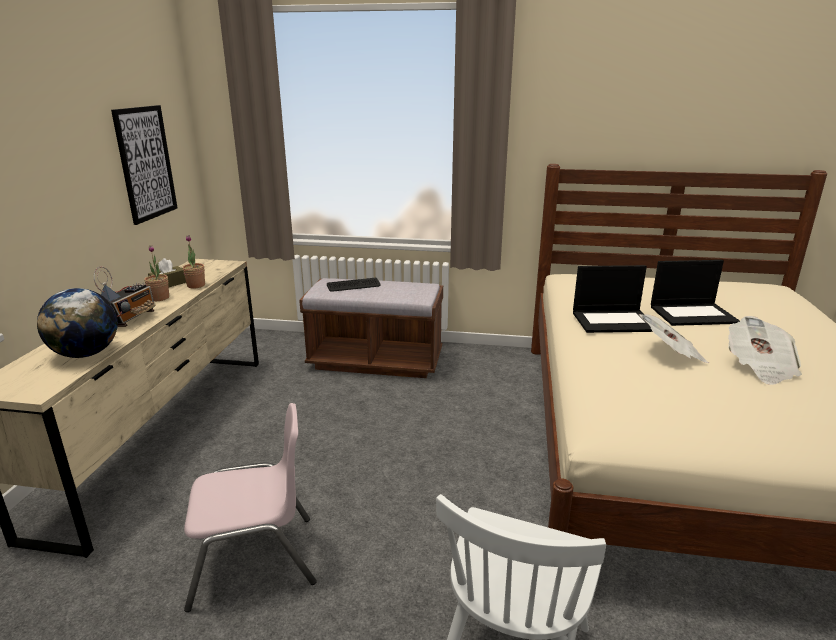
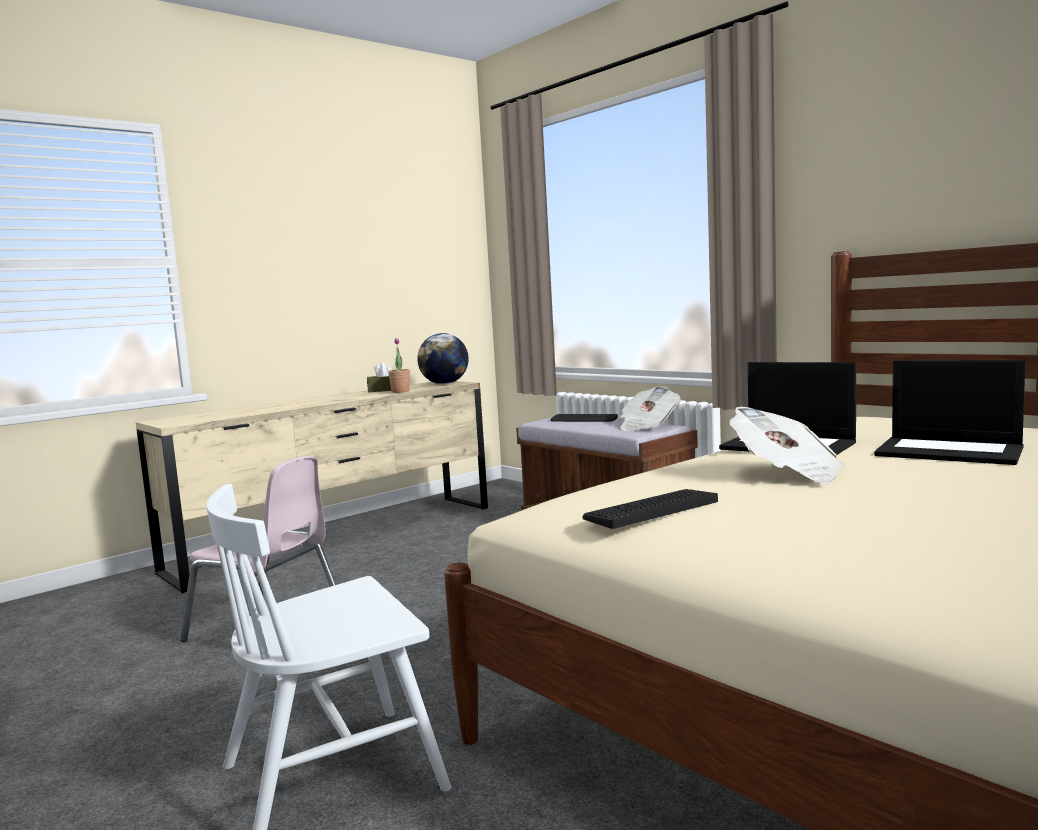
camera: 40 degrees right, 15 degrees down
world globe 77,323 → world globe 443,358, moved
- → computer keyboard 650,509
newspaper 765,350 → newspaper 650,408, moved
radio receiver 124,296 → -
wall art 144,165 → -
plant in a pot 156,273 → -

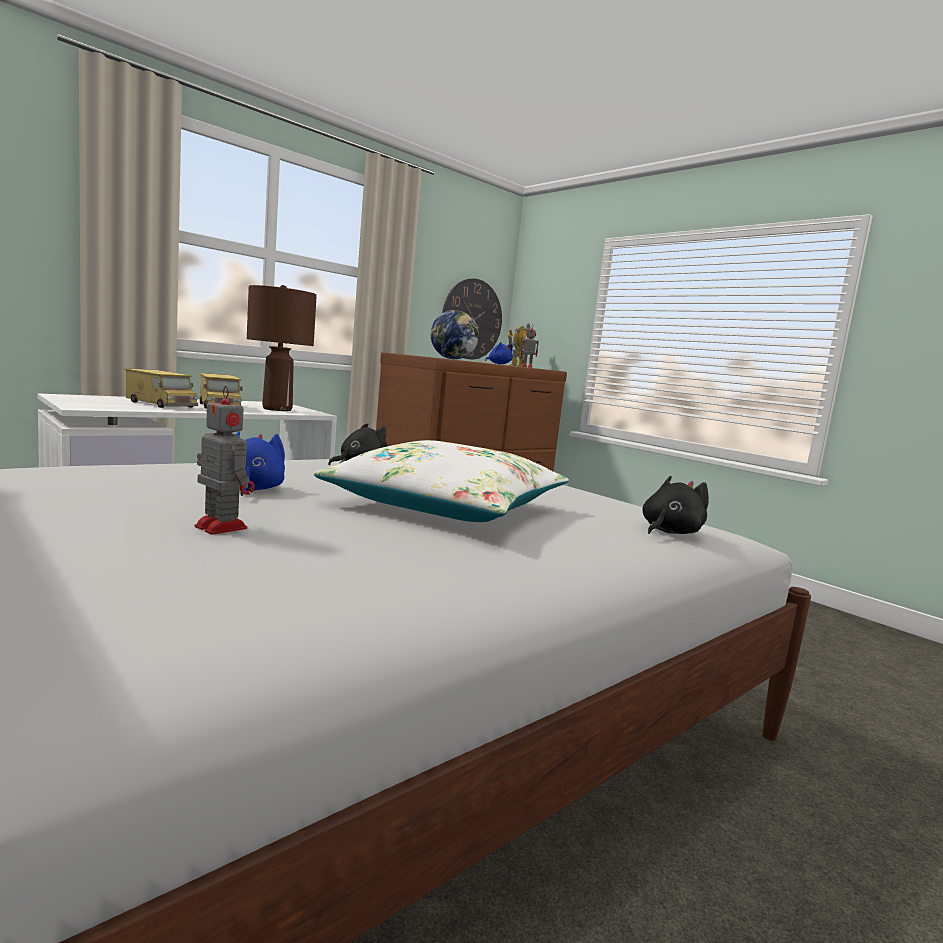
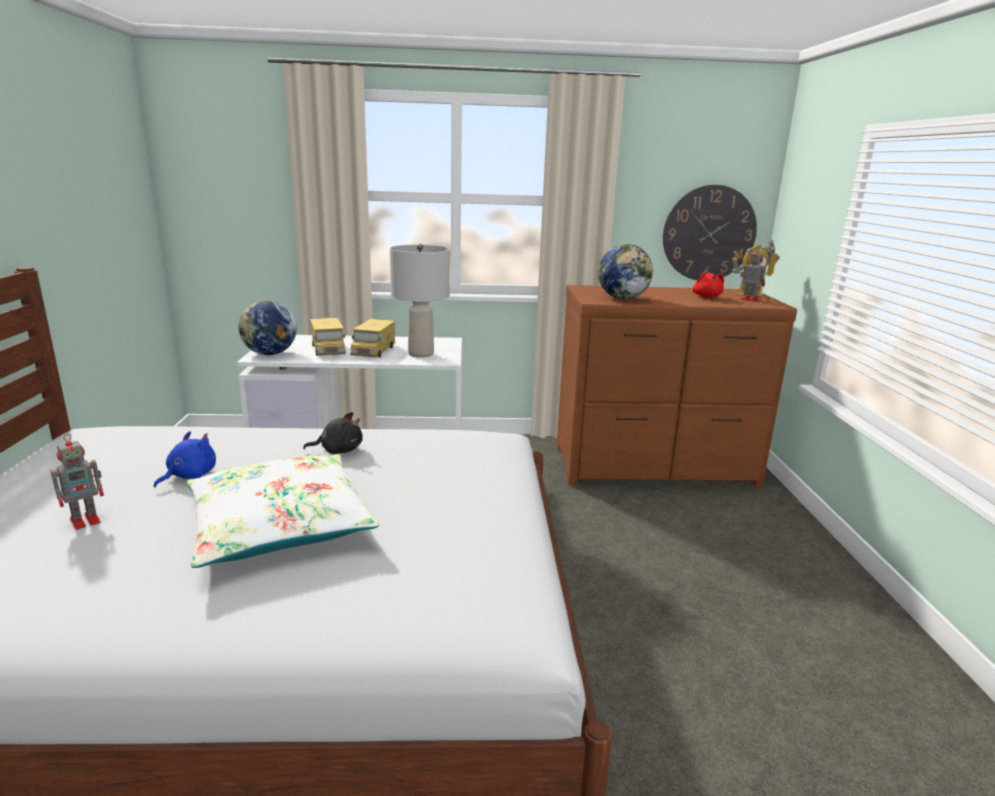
camera: 40 degrees right, 10 degrees up
toy robot 225,460 → toy robot 77,482, 60 degrees clockwise
- → world globe 267,327
lamp for a table (brownish) 282,348 → lamp for a table (grey) 420,301
plush toy (blue) 499,353 → plush toy (red-coloured) 708,284
plush toy (black) 675,505 → -

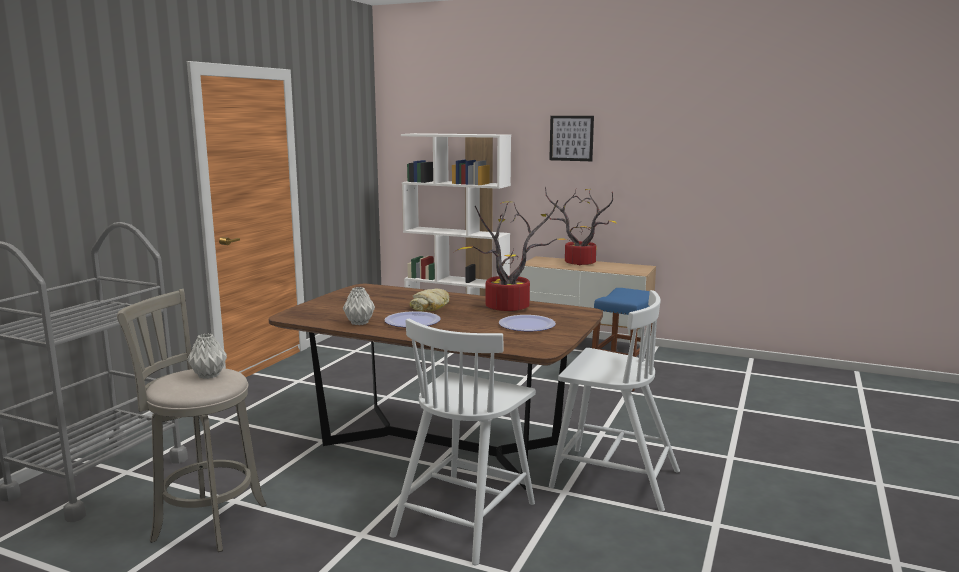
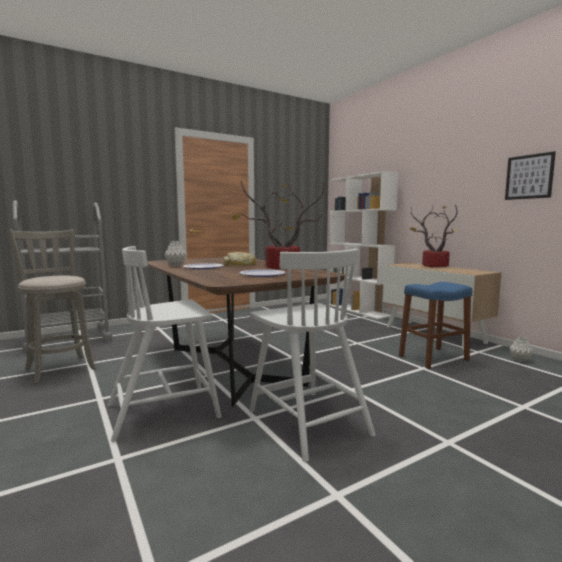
camera: 35 degrees right, 5 degrees down
wall art 571,138 → wall art 530,175, moved
flower vase (grey) 207,356 → flower vase (grey) 522,349, moved

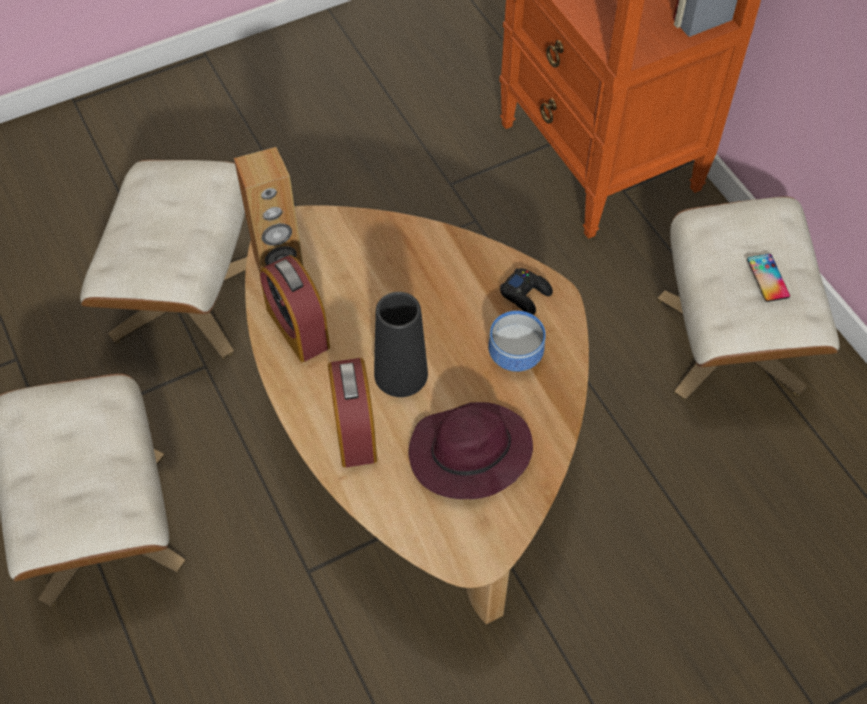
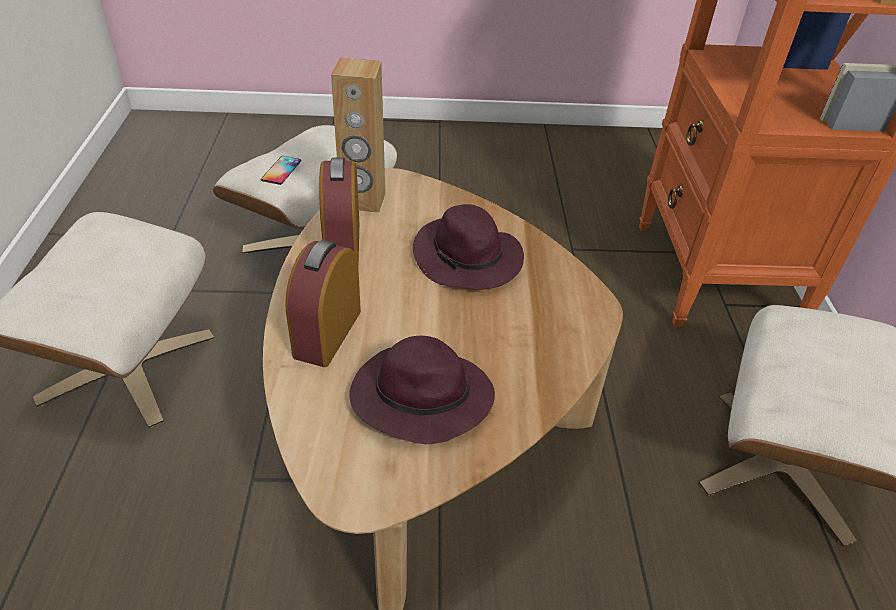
camera: 25 degrees right, 15 degrees down
phone 768,278 → phone 281,170, moved
- → wearable hat (purple) 468,247
flower vase (black) 401,344 → -
serving bowl 517,341 → -
joypad (black) 526,291 → -

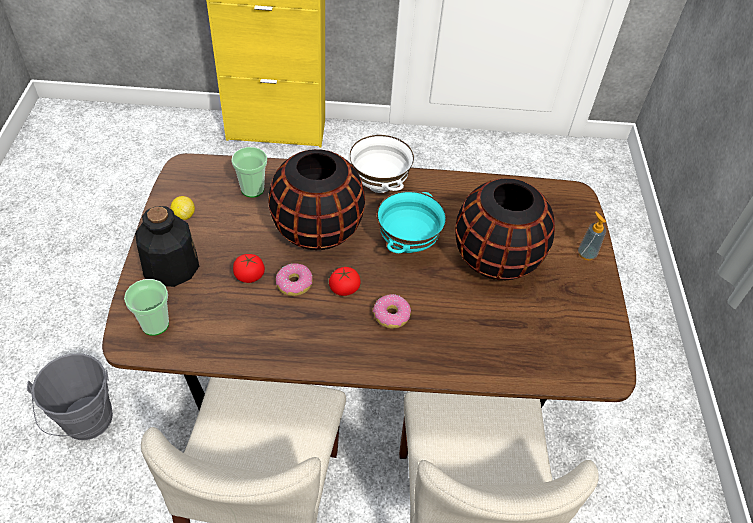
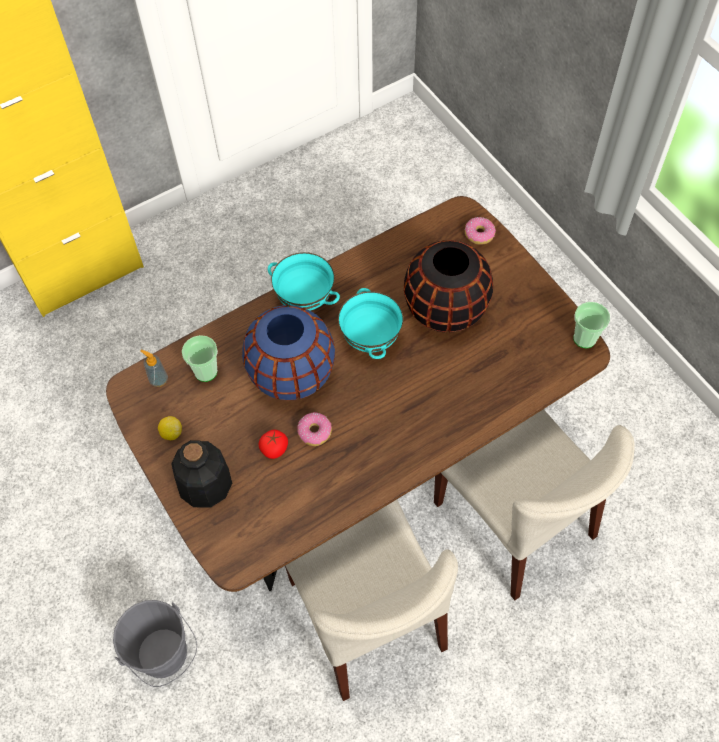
camera: 30 degrees left, 10 degrees up
liquid soap bottle 592,236 → liquid soap bottle 154,368, moved
flower vase (black) 317,199 → flower vase (blue) 288,352
serving bowl (white-coloured) 382,164 → serving bowl (turquoise) 304,281
donut 392,311 → donut 480,231, moved
drinking cup 146,307 → drinking cup 591,325, moved
fresh tomato 345,281 → -

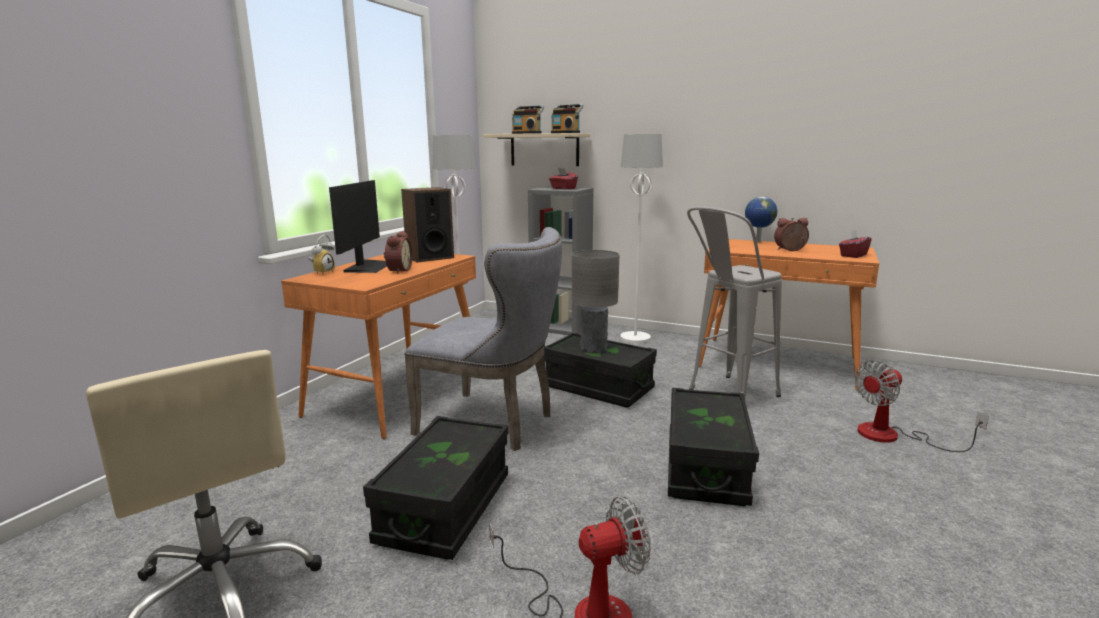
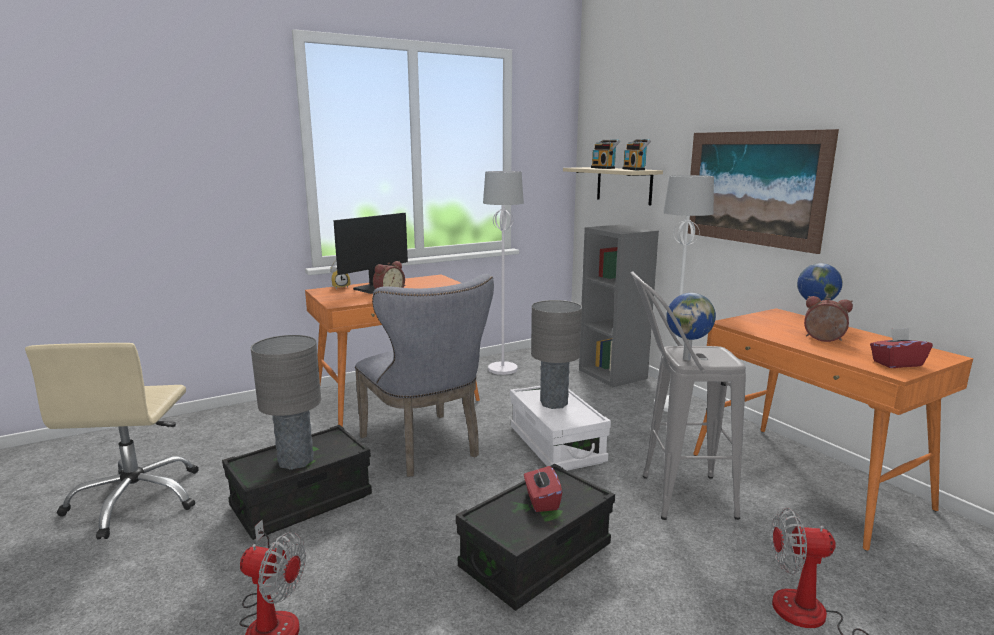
camera: 35 degrees right, 0 degrees up
- → lamp for a table (grey) 286,402
storage container (black) 601,370 → storage container (white-coloured) 560,428
tissue holder (red-coloured) 563,179 → tissue holder (red-coloured) 543,488, moved
- → world globe 691,326
- → wall art 763,191
loudspeaker 427,225 → -

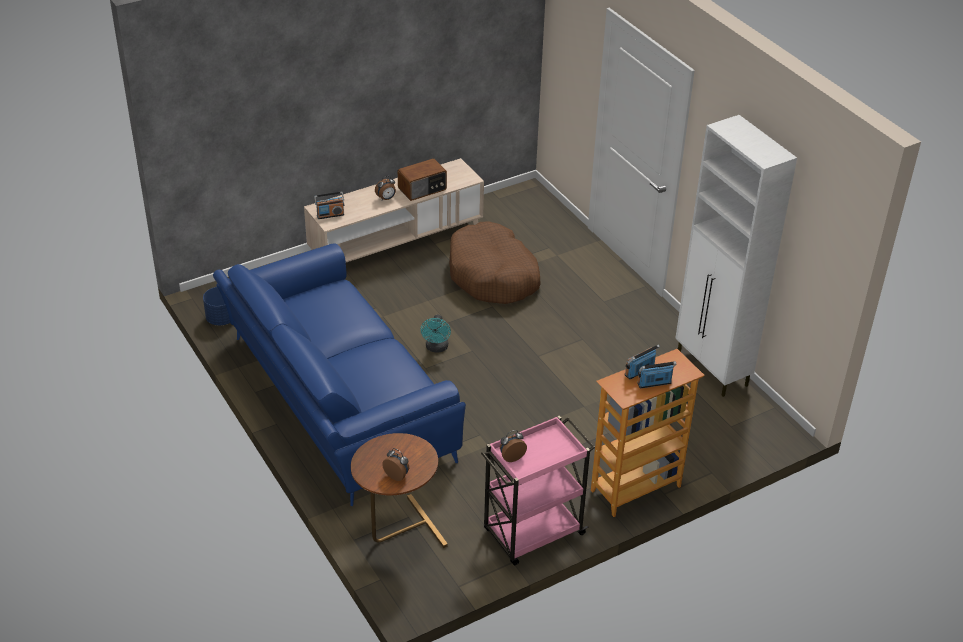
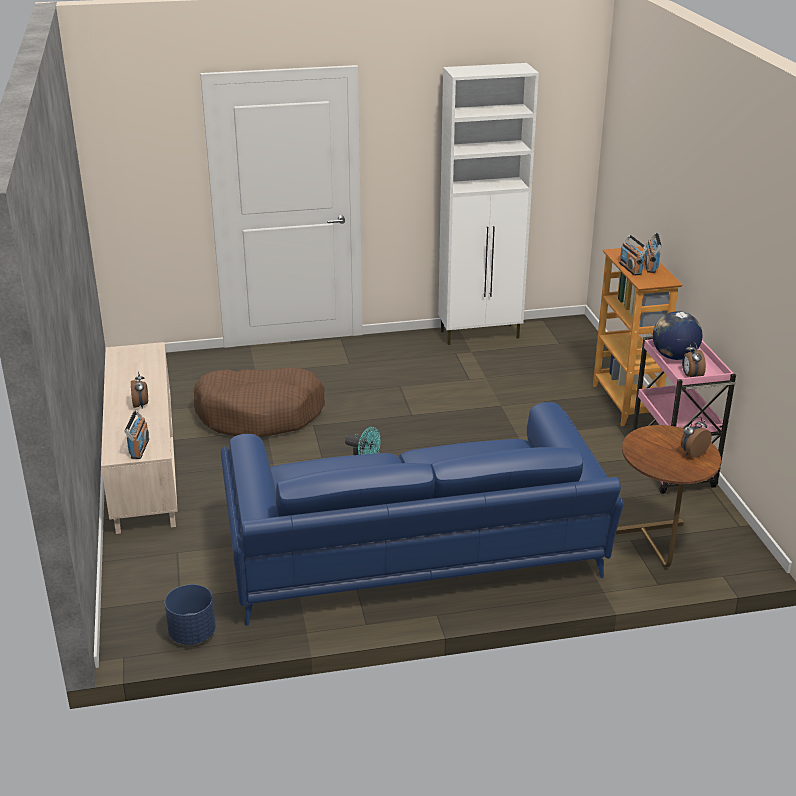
camera: 70 degrees left, 10 degrees down
- → world globe 678,335
radio receiver 422,179 → -

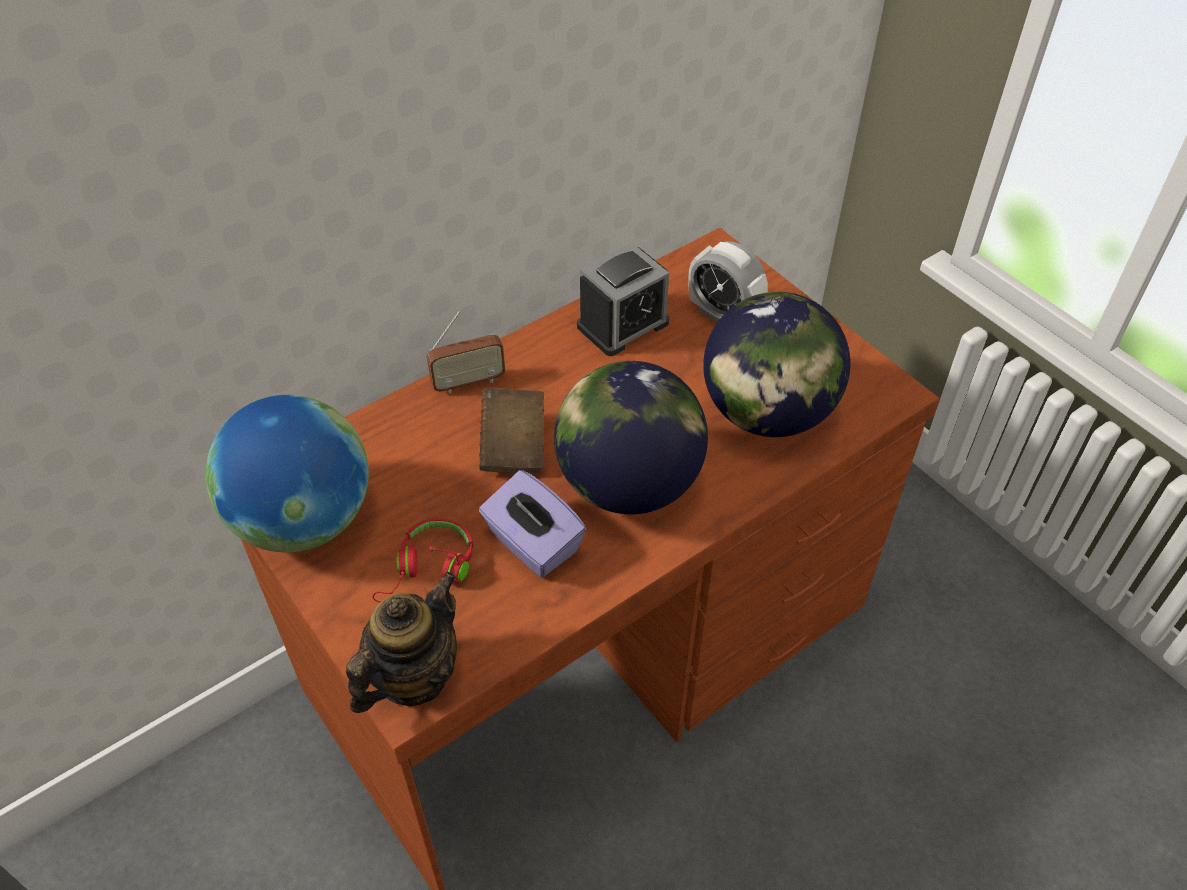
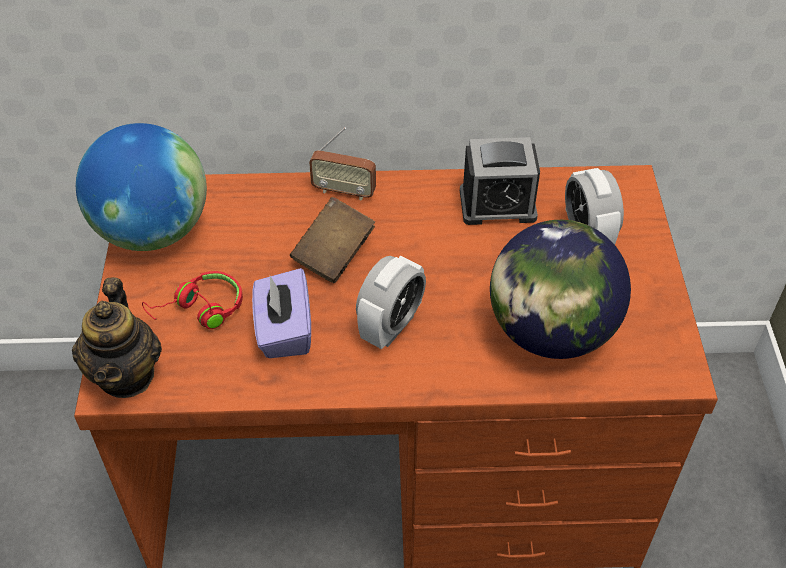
camera: 35 degrees right, 0 degrees up
teapot 401,642 → teapot 117,337, 105 degrees clockwise
world globe 631,437 → alarm clock 391,302

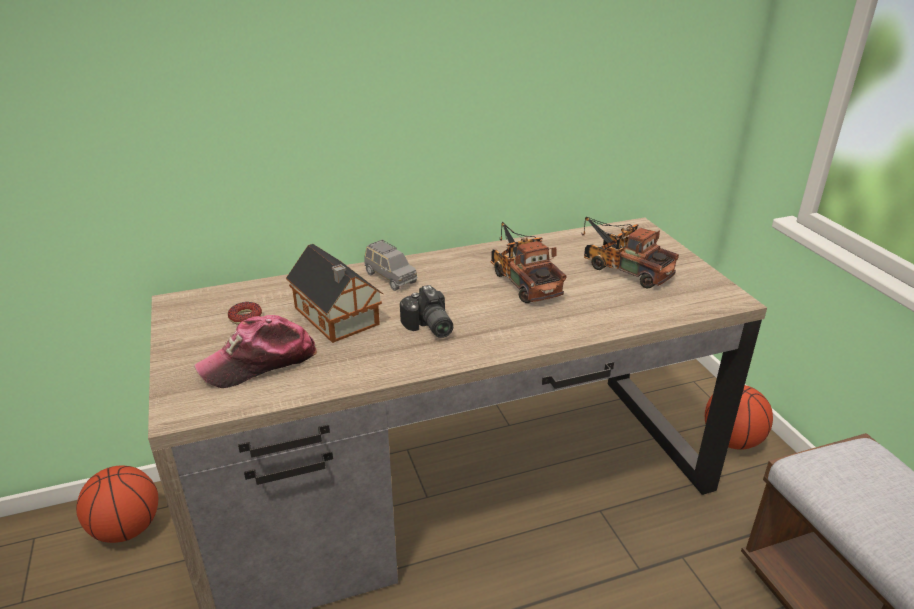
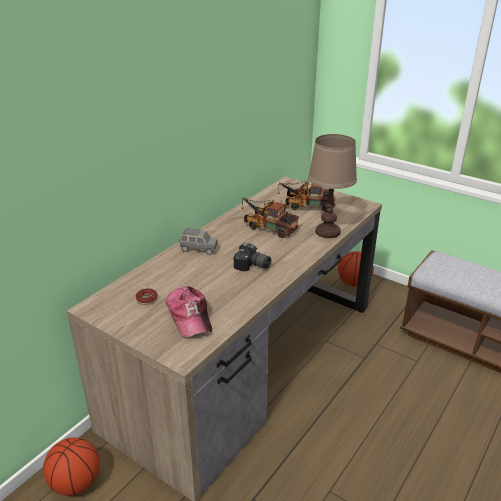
camera: 35 degrees left, 0 degrees up
cap 255,351 → cap 188,311, 45 degrees counterclockwise
- → lamp for a table (brownish) 332,186
model house 335,293 → -

